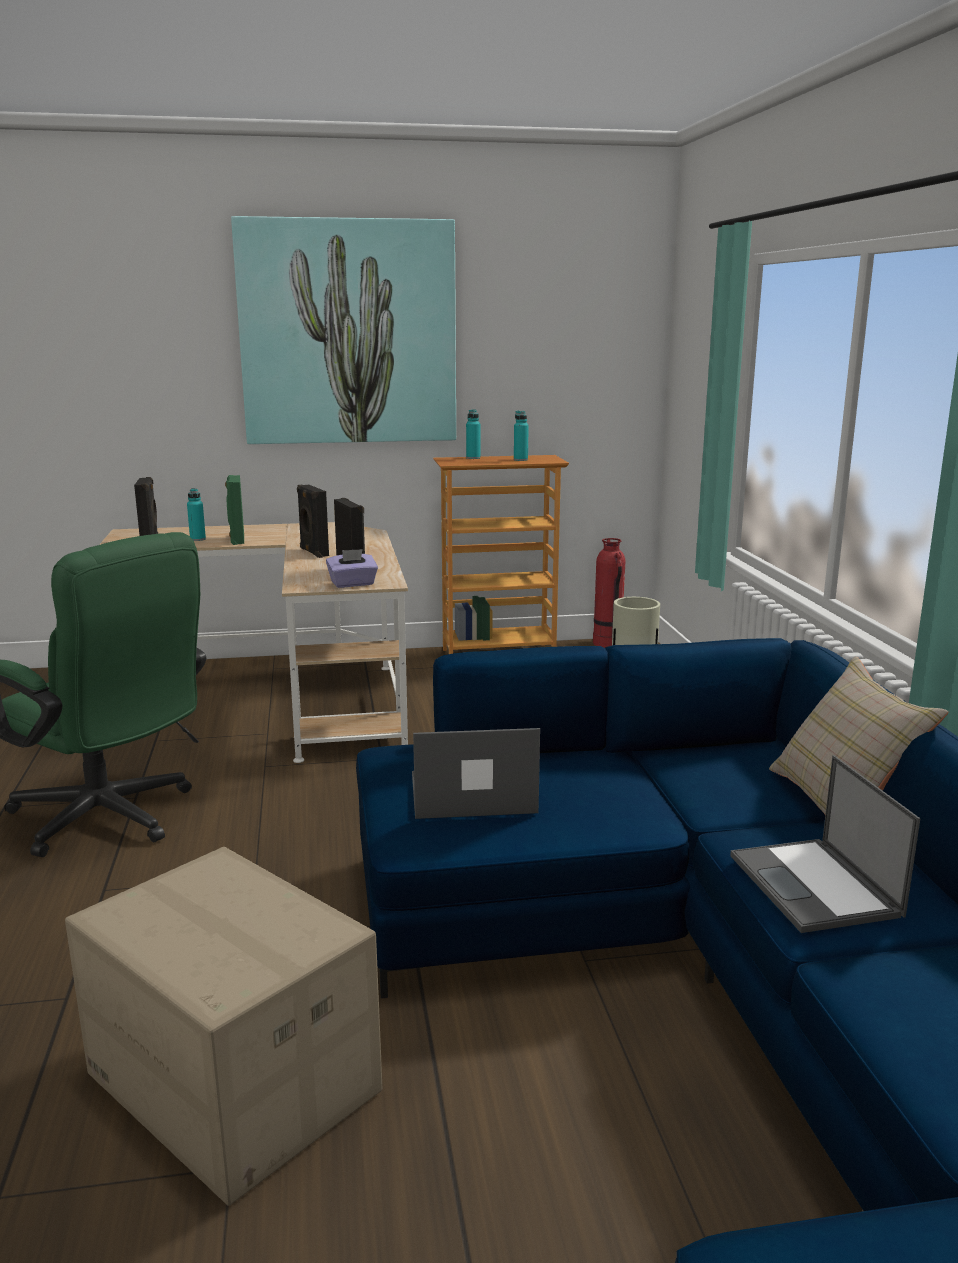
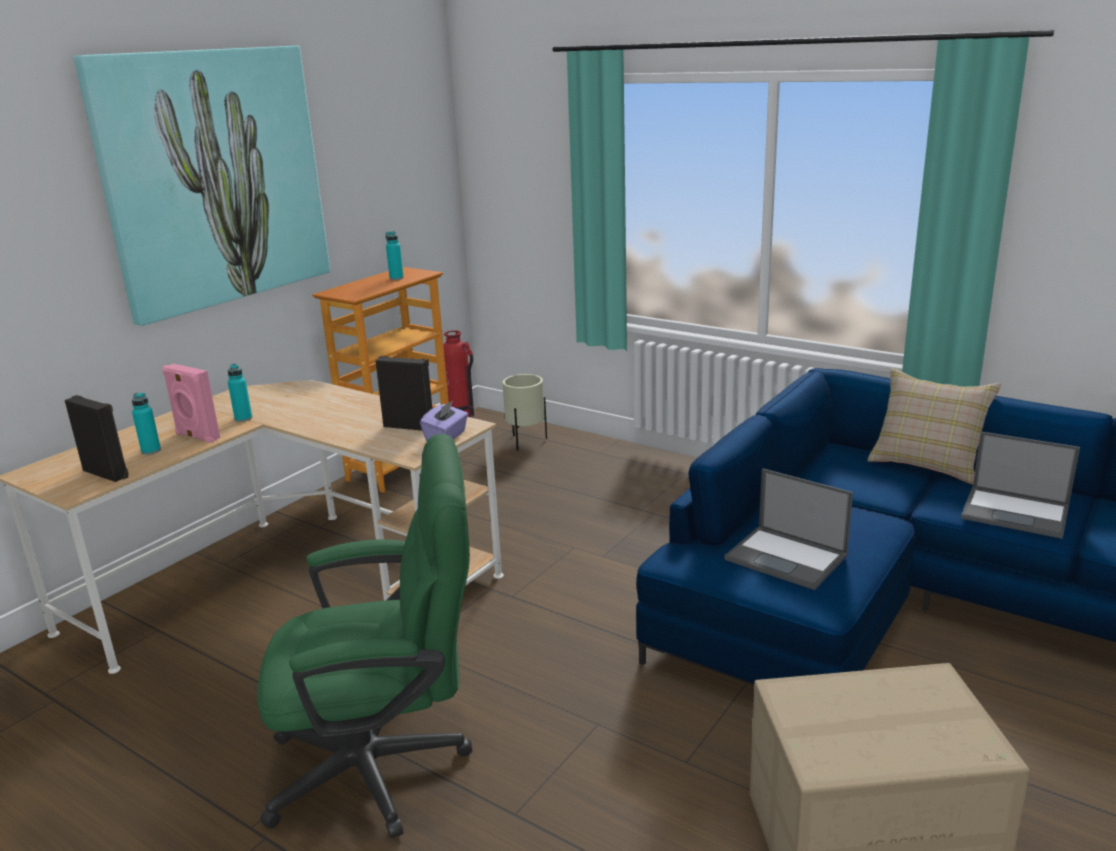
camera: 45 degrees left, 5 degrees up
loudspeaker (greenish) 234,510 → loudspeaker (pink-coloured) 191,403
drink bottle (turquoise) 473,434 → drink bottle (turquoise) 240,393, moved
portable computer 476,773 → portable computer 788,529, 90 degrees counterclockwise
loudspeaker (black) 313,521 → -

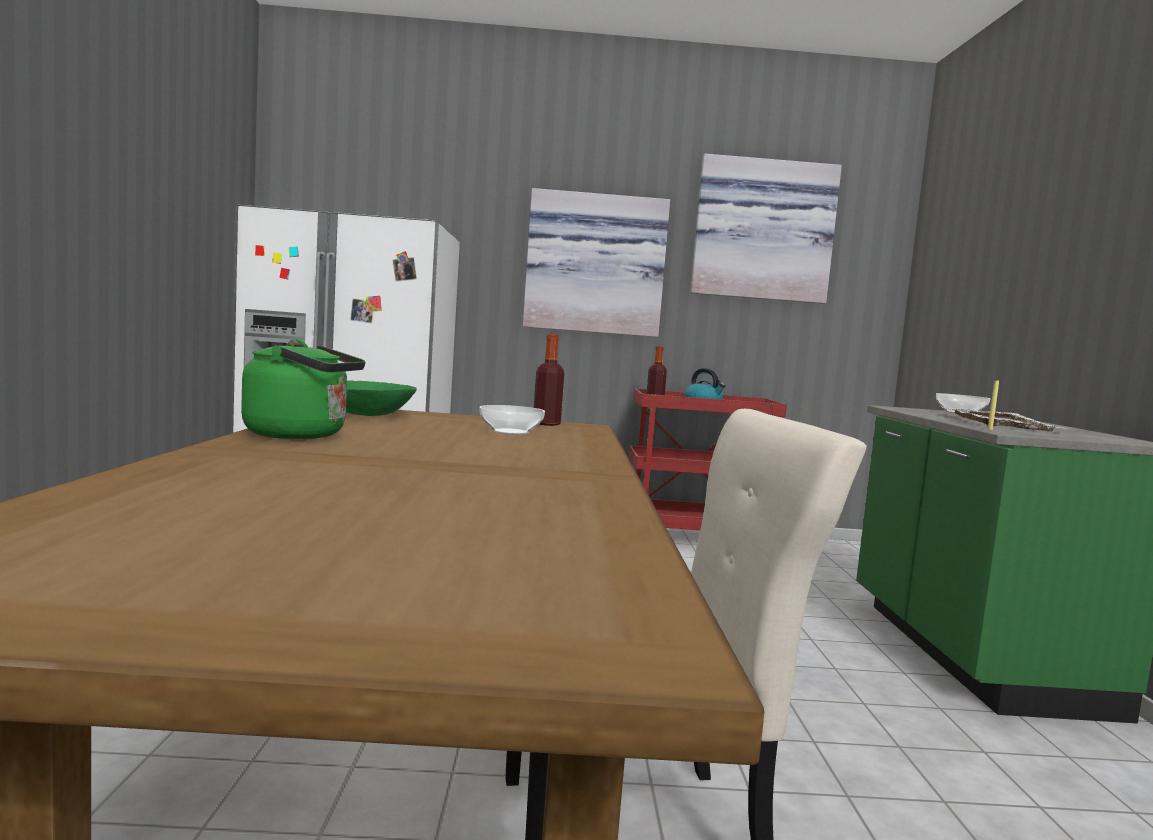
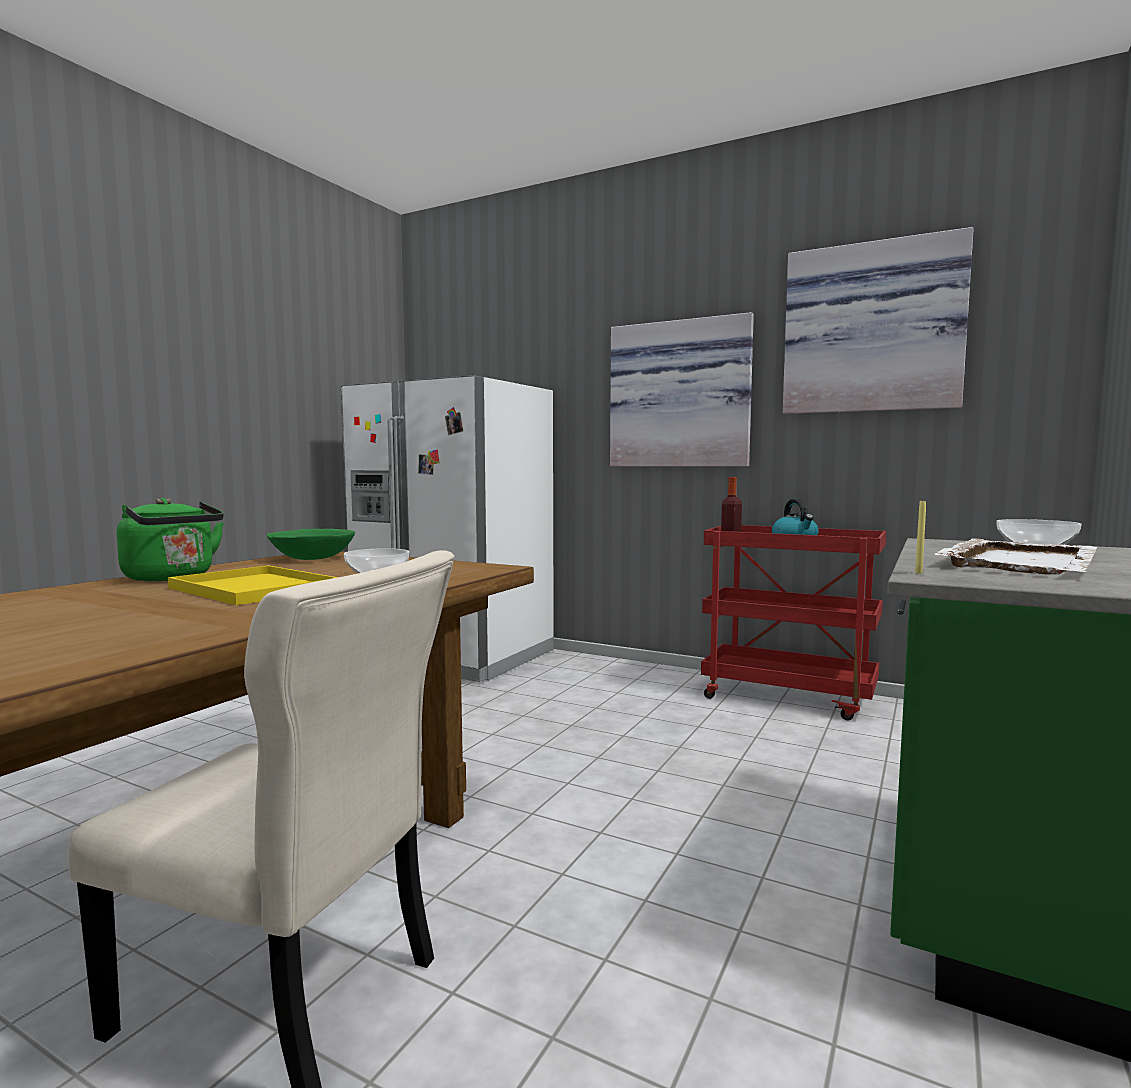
camera: 30 degrees right, 0 degrees up
- → serving tray (yellow) 253,585
drink bottle 549,380 → -

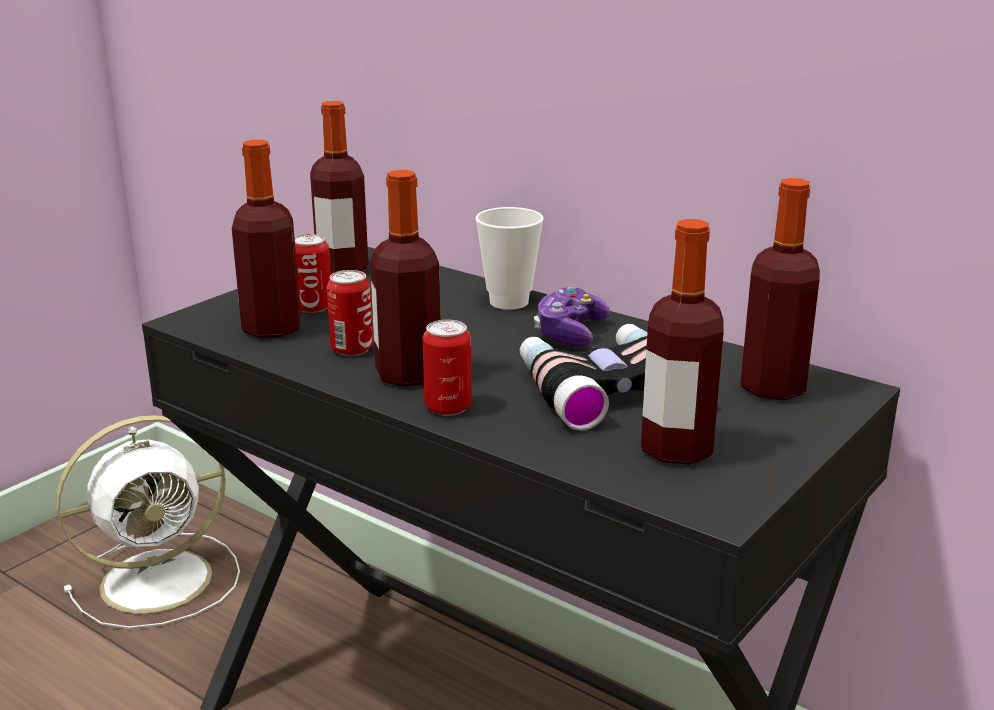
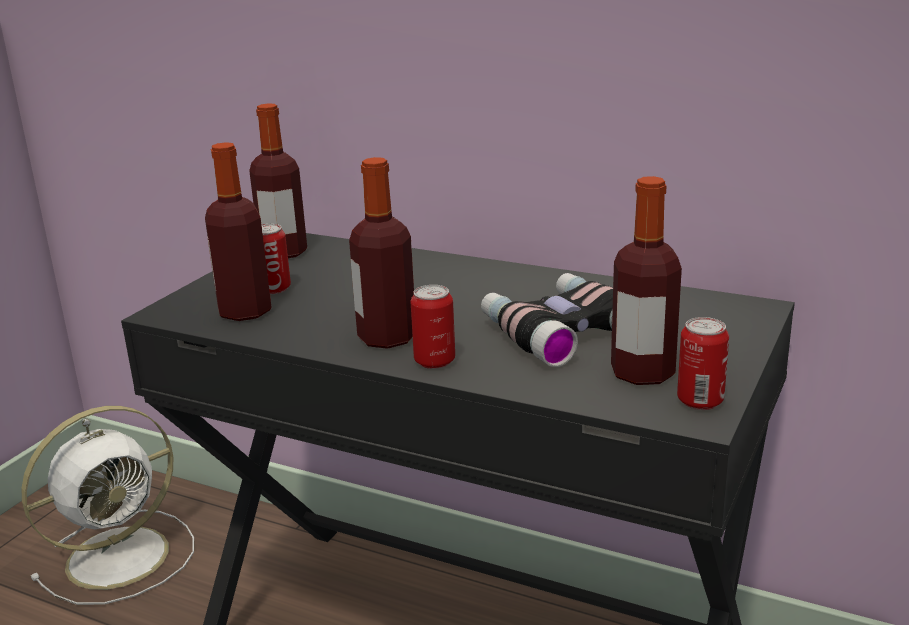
camera: 10 degrees left, 0 degrees up
sealed can 350,313 → sealed can 703,363, moved
drinking cup 509,258 → -
joypad 572,317 → -
drink bottle 780,289 → -

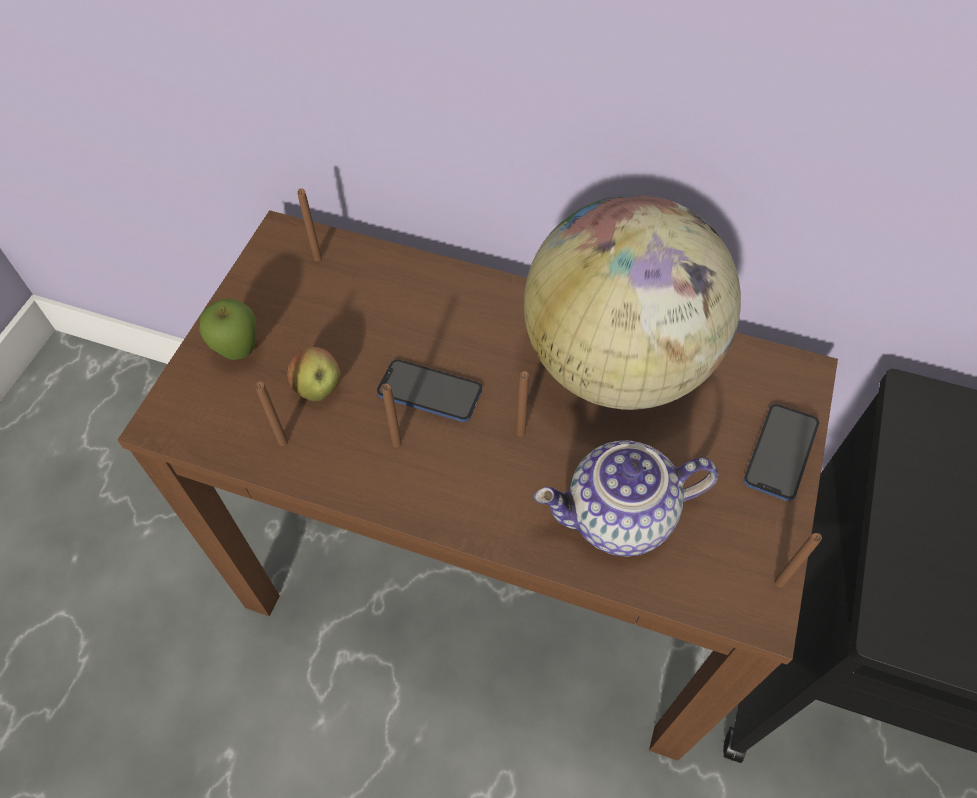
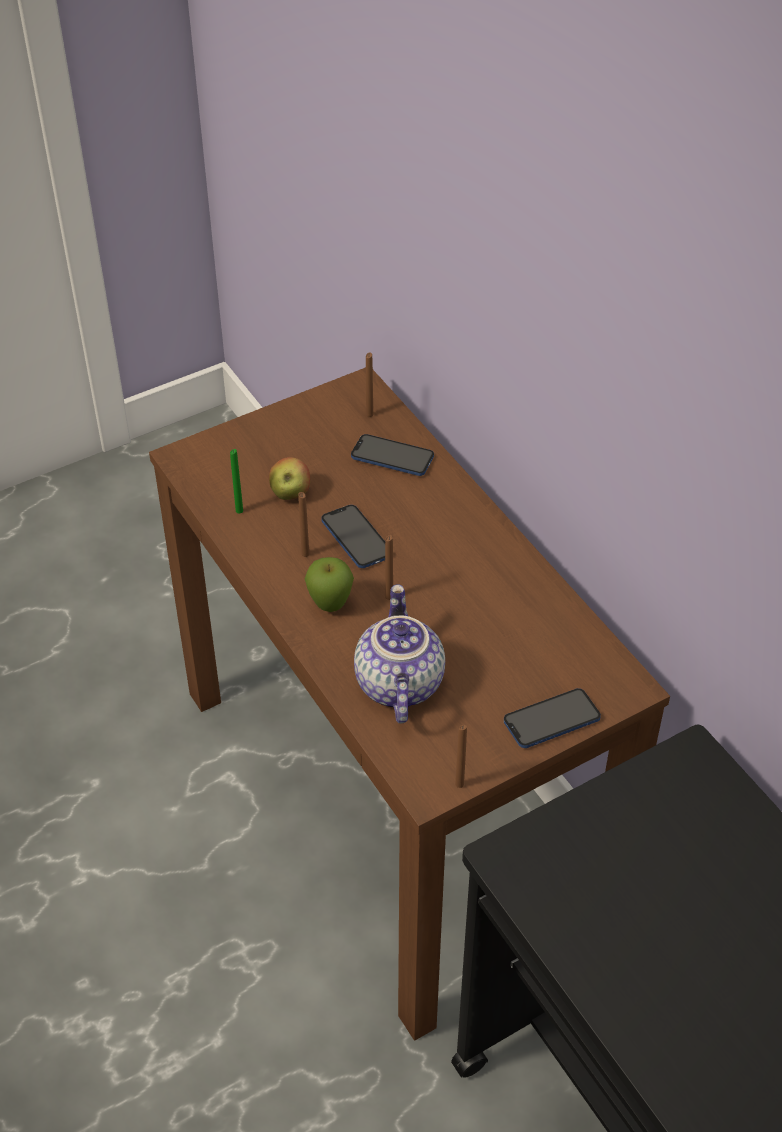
camera: 40 degrees right, 10 degrees down
candle (brownish) 272,413 → candle (greenish) 236,481
whole apple 227,329 → whole apple 329,584, moved
- → phone 392,455
teapot 626,498 → teapot 399,653, 60 degrees clockwise
world globe 632,302 → -

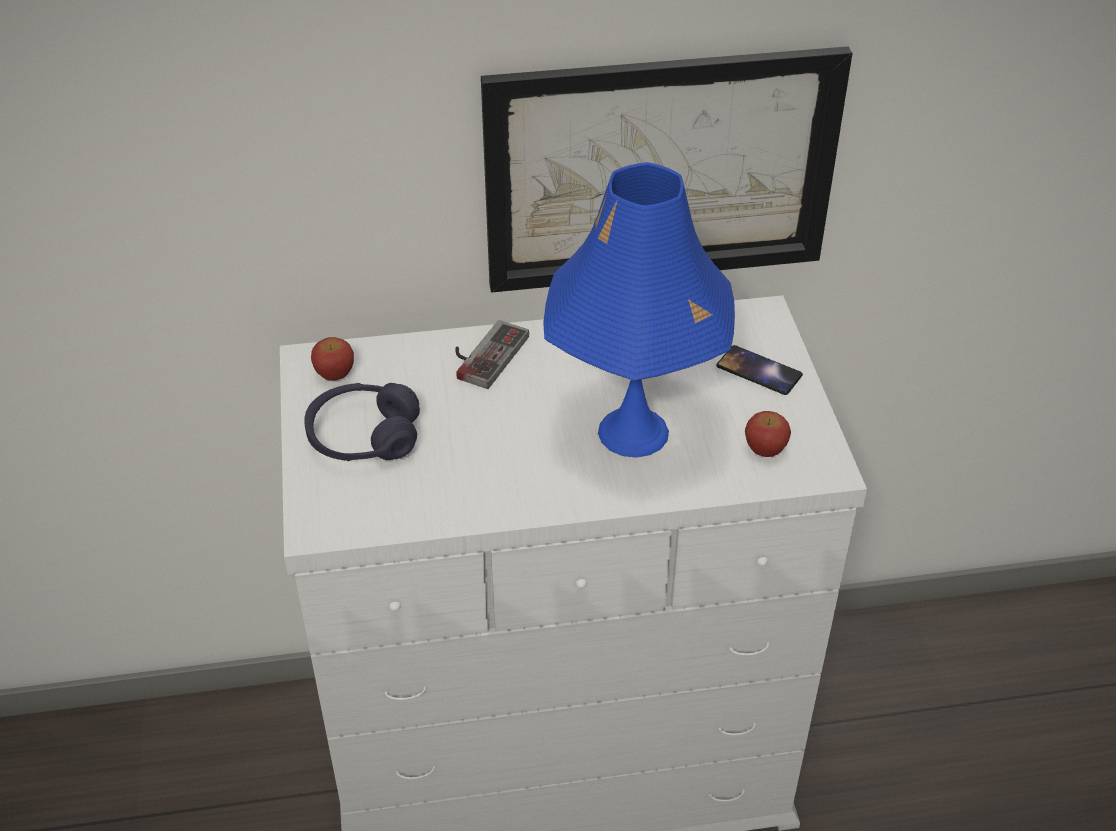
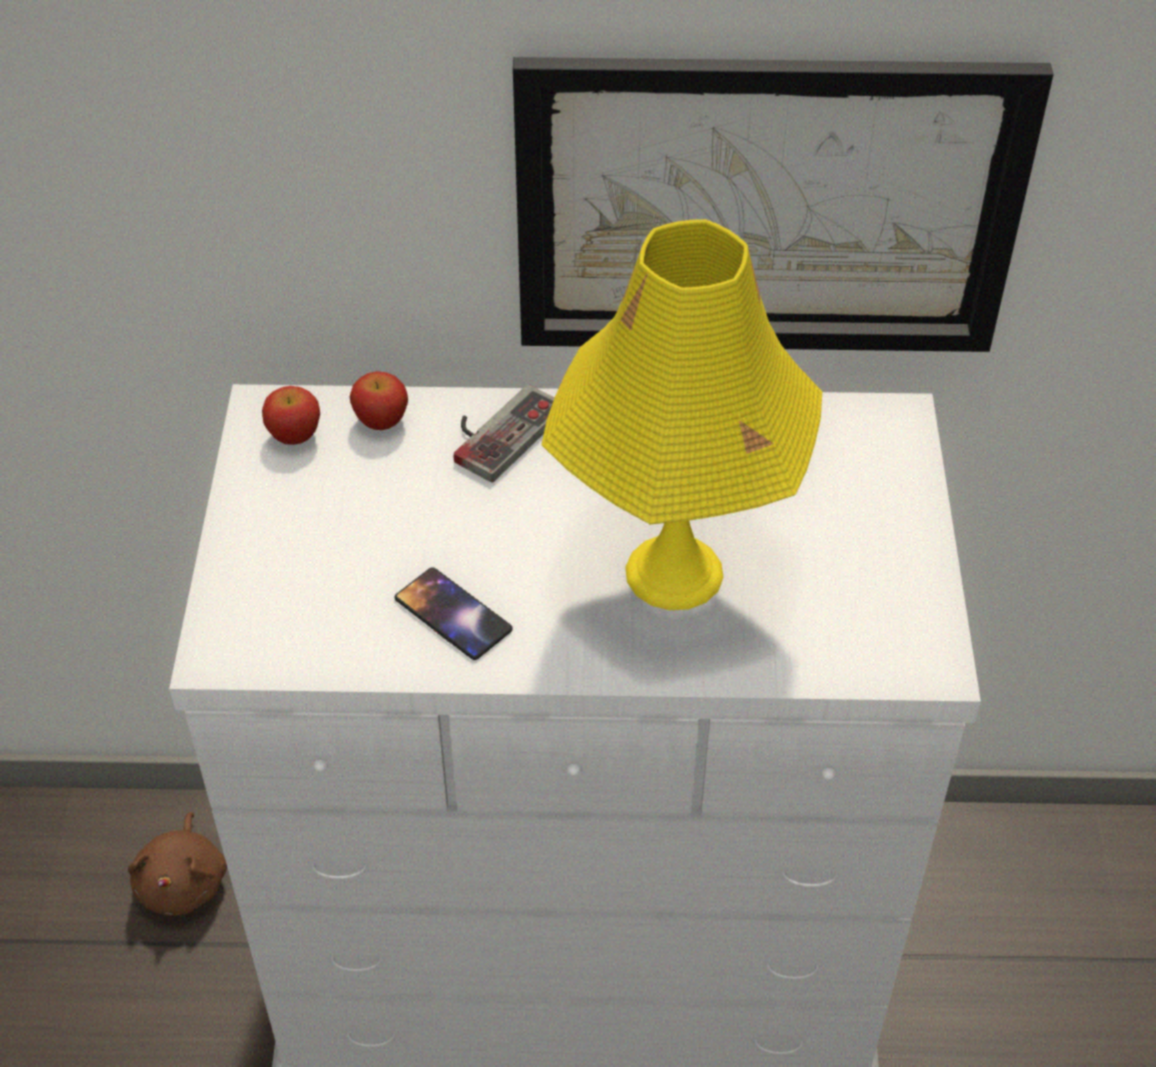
camera: 10 degrees right, 5 degrees up
- → plush toy (brownish) 177,864
whole apple 768,434 → whole apple 379,400, moved
phone 760,370 → phone 454,613, moved
lamp for a table (blue) 639,310 → lamp for a table (yellow) 681,414
headset (purple) 362,422 → -

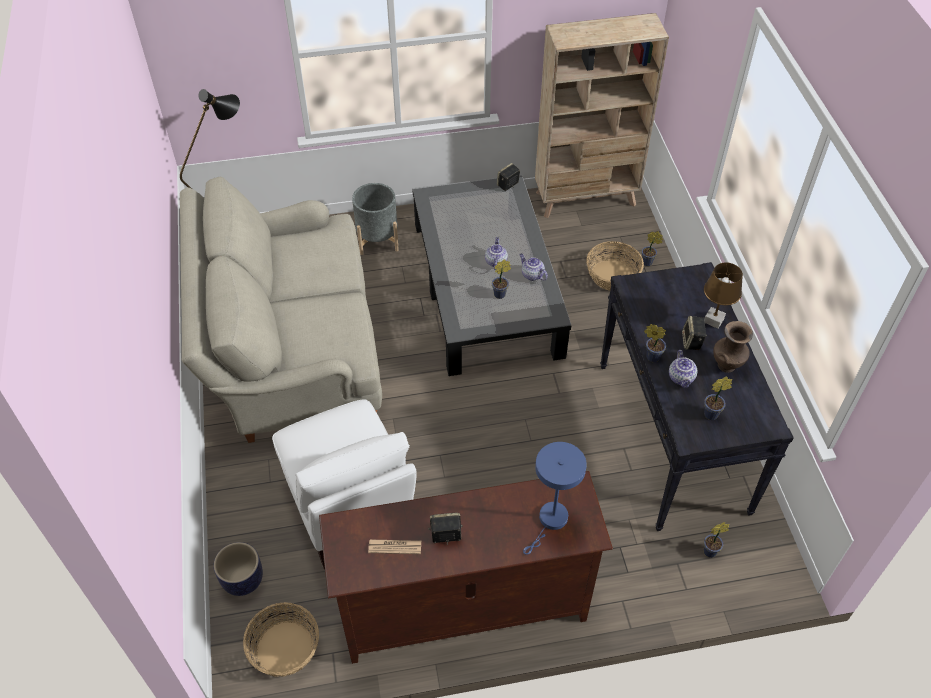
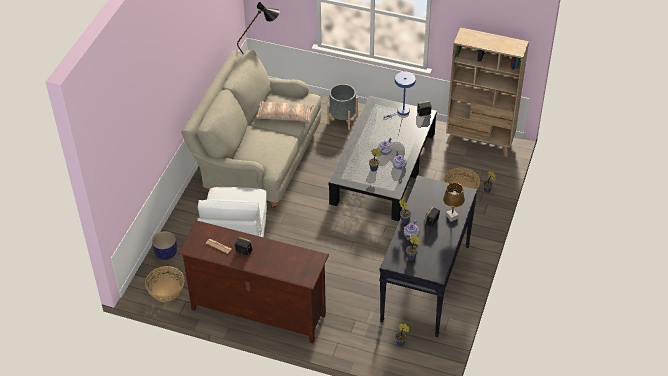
camera: 30 degrees right, 5 degrees down
- → throw pillow 284,111
lamp for a table (blue) 555,498 → lamp for a table (blue) 400,94, moved
flower vase (brownish) 733,347 → -

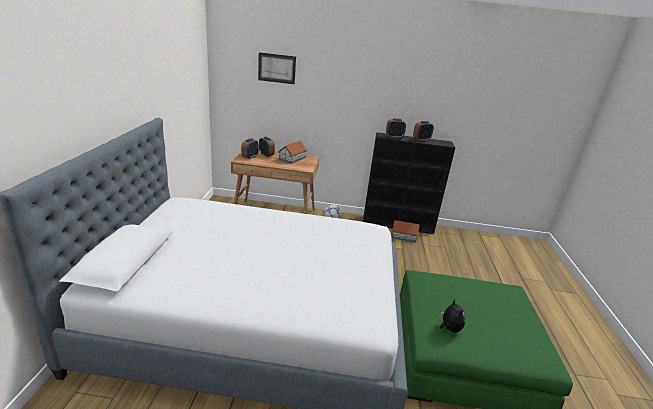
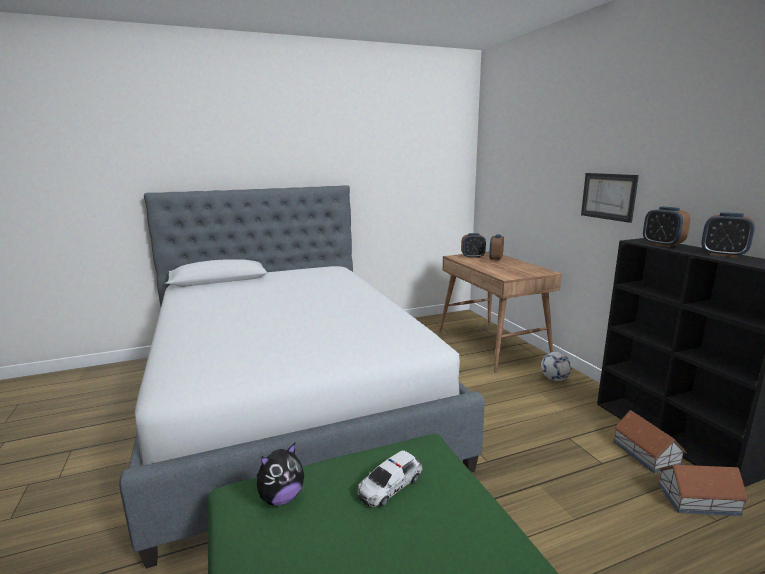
camera: 65 degrees right, 10 degrees down
- → model car 389,478
wall art 277,68 → wall art 610,198, moved
model house 292,152 → model house 703,490, moved

